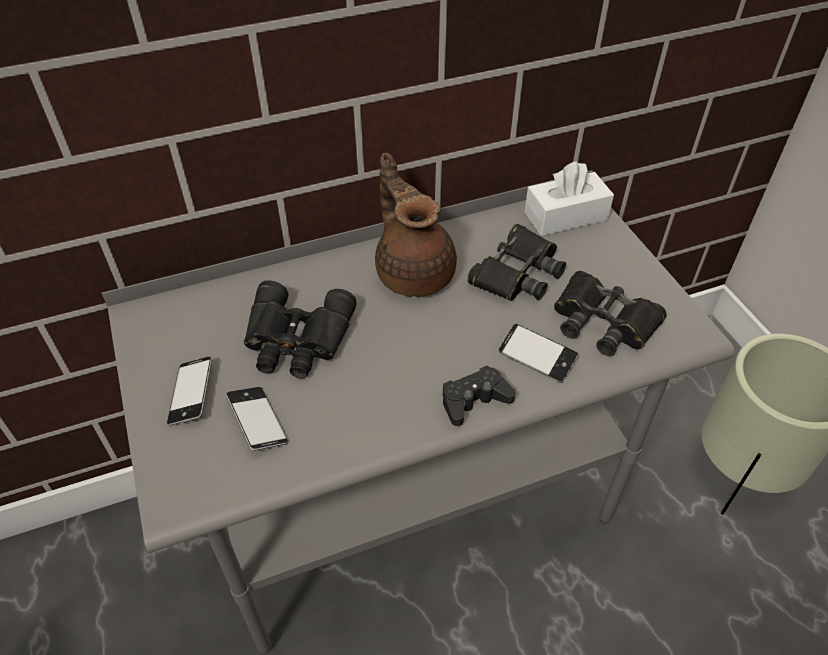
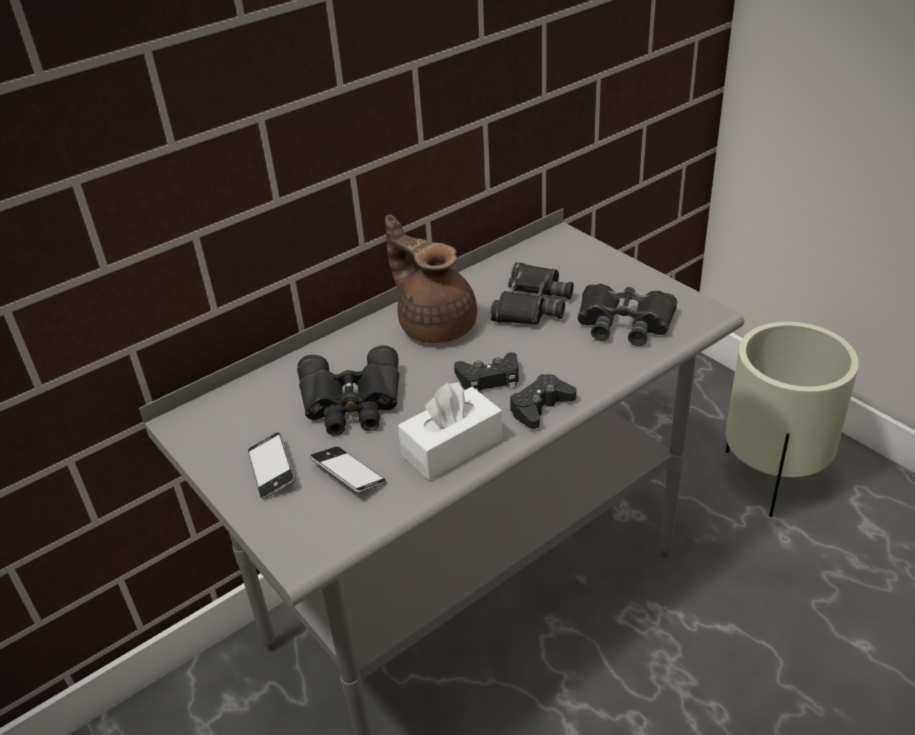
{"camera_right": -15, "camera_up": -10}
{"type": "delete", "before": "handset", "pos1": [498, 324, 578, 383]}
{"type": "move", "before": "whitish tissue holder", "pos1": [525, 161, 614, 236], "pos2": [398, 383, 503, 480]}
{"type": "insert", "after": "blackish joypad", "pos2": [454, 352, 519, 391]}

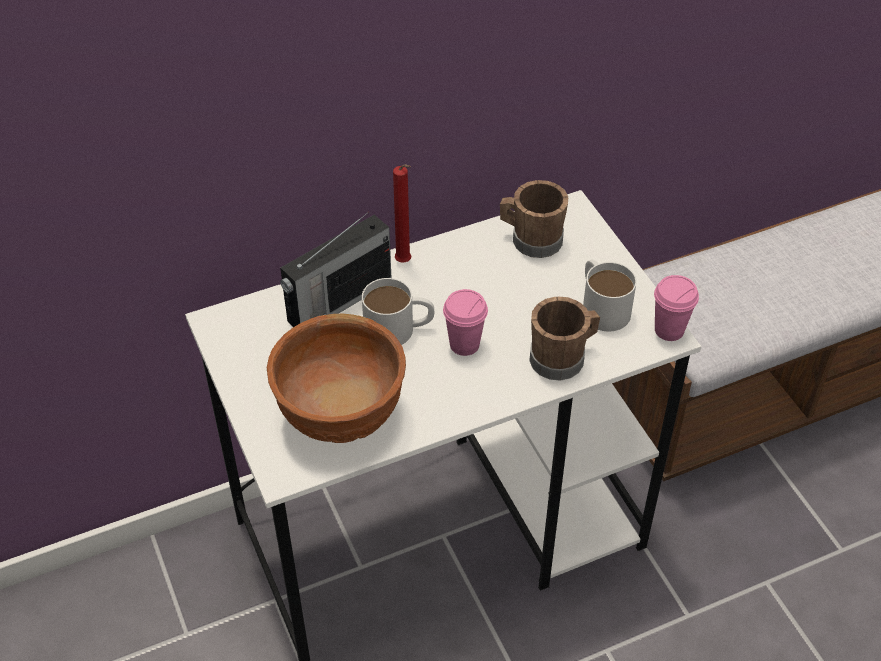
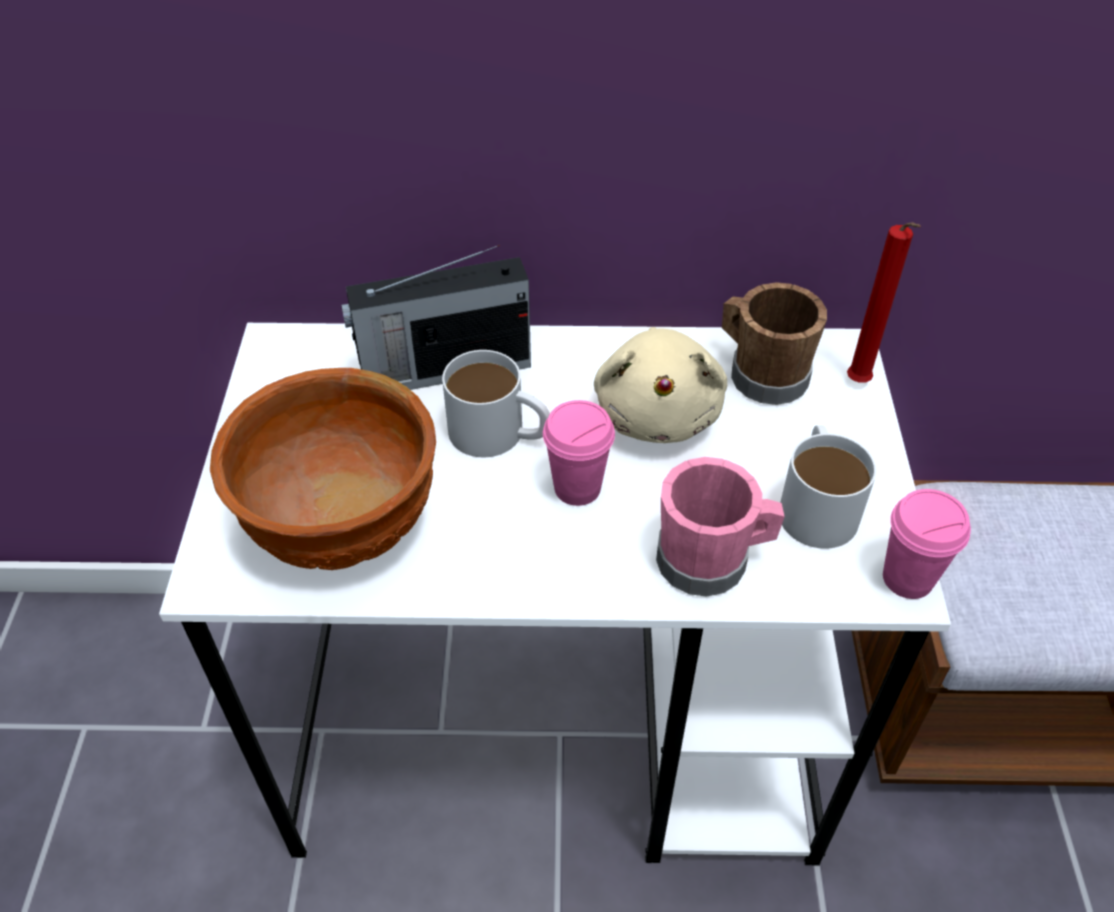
{"camera_right": 25, "camera_up": 0}
{"type": "move", "before": "red-coloured candle", "pos1": [393, 164, 411, 263], "pos2": [847, 222, 921, 383]}
{"type": "recolor", "before": "brown coffee mug", "after": "pinkish coffee mug", "pos1": [529, 296, 600, 381], "pos2": [656, 457, 785, 597]}
{"type": "insert", "after": "sand-coloured cuddly toy", "pos2": [594, 327, 727, 443]}

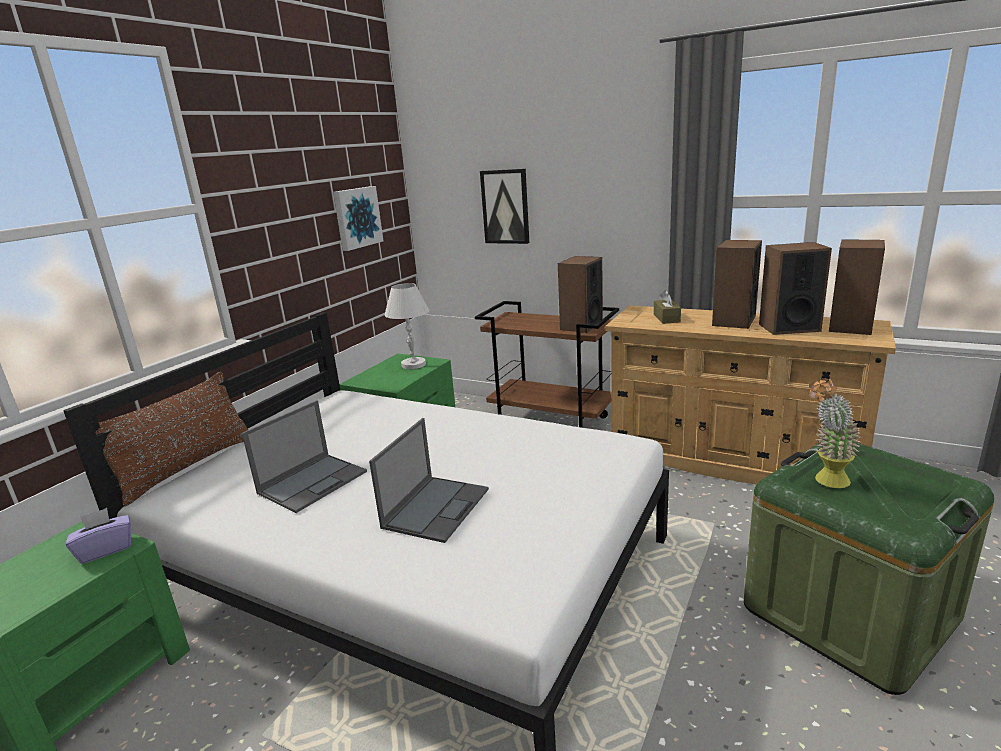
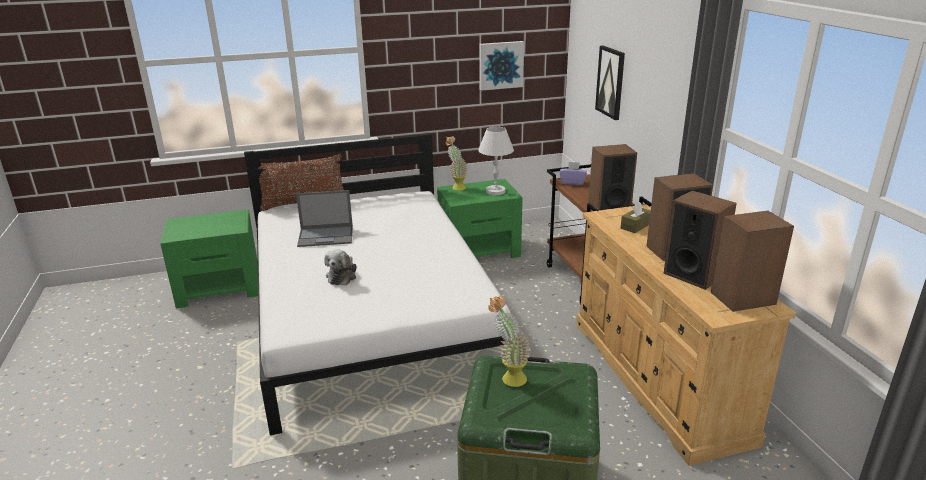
{"camera_right": 45, "camera_up": 5}
{"type": "move", "before": "purplish tissue holder", "pos1": [66, 508, 131, 564], "pos2": [559, 162, 587, 185]}
{"type": "replace", "before": "portable computer", "after": "cuddly toy", "pos1": [369, 418, 489, 543], "pos2": [324, 249, 356, 285]}
{"type": "insert", "after": "houseplant", "pos2": [446, 136, 468, 190]}

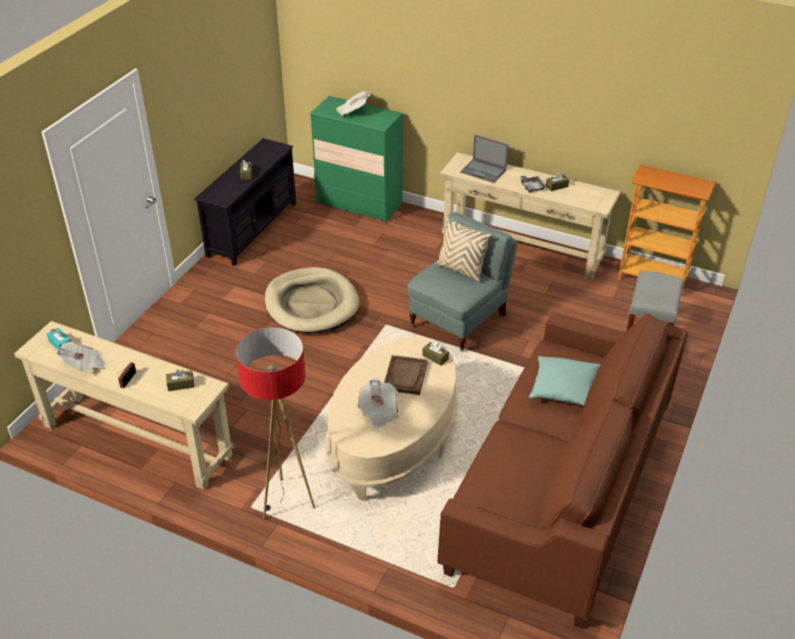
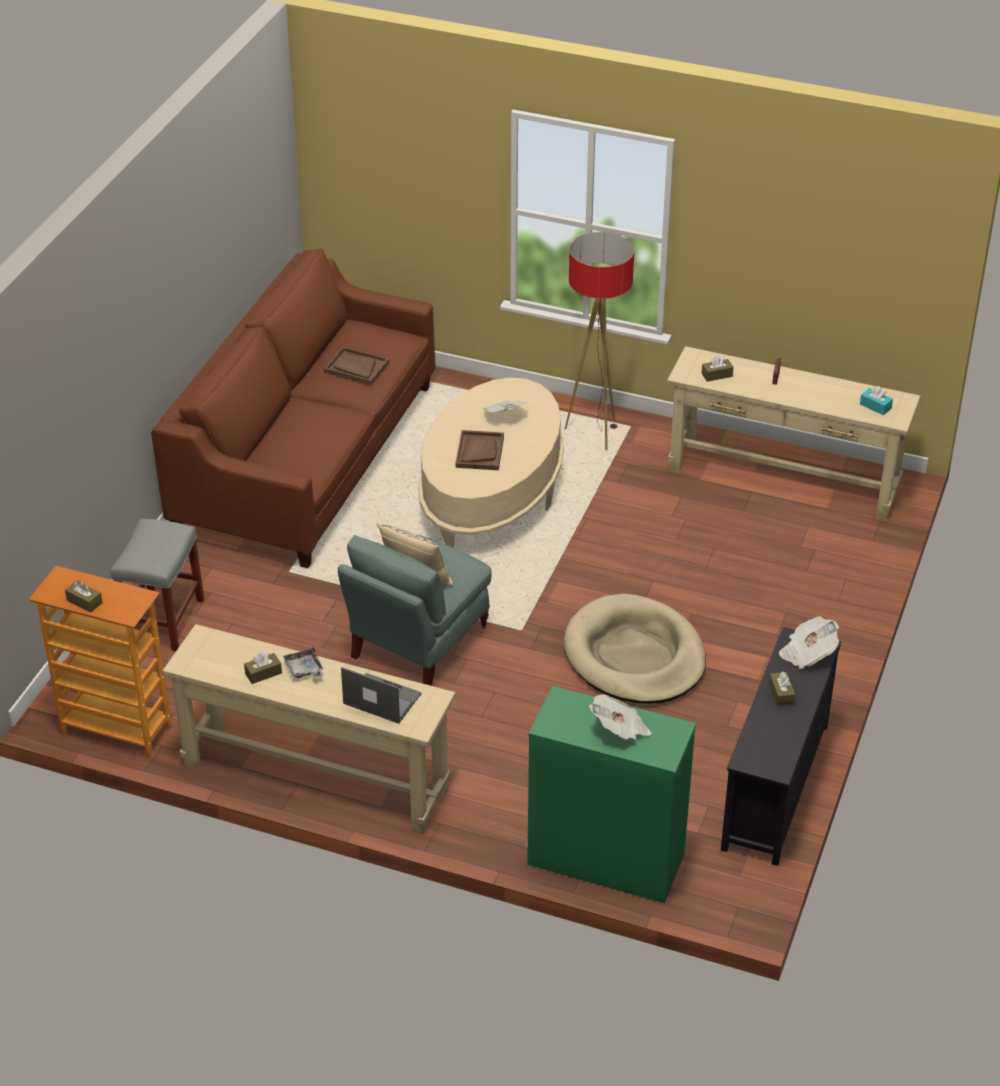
{"camera_right": 175, "camera_up": 0}
{"type": "move", "before": "daily paper", "pos1": [55, 341, 107, 371], "pos2": [779, 616, 839, 669]}
{"type": "move", "before": "brown tissue holder", "pos1": [422, 342, 449, 366], "pos2": [65, 581, 102, 613]}
{"type": "delete", "before": "blue-green pillow", "pos1": [529, 356, 601, 406]}
{"type": "insert", "after": "brown serving tray", "pos2": [324, 347, 389, 385]}

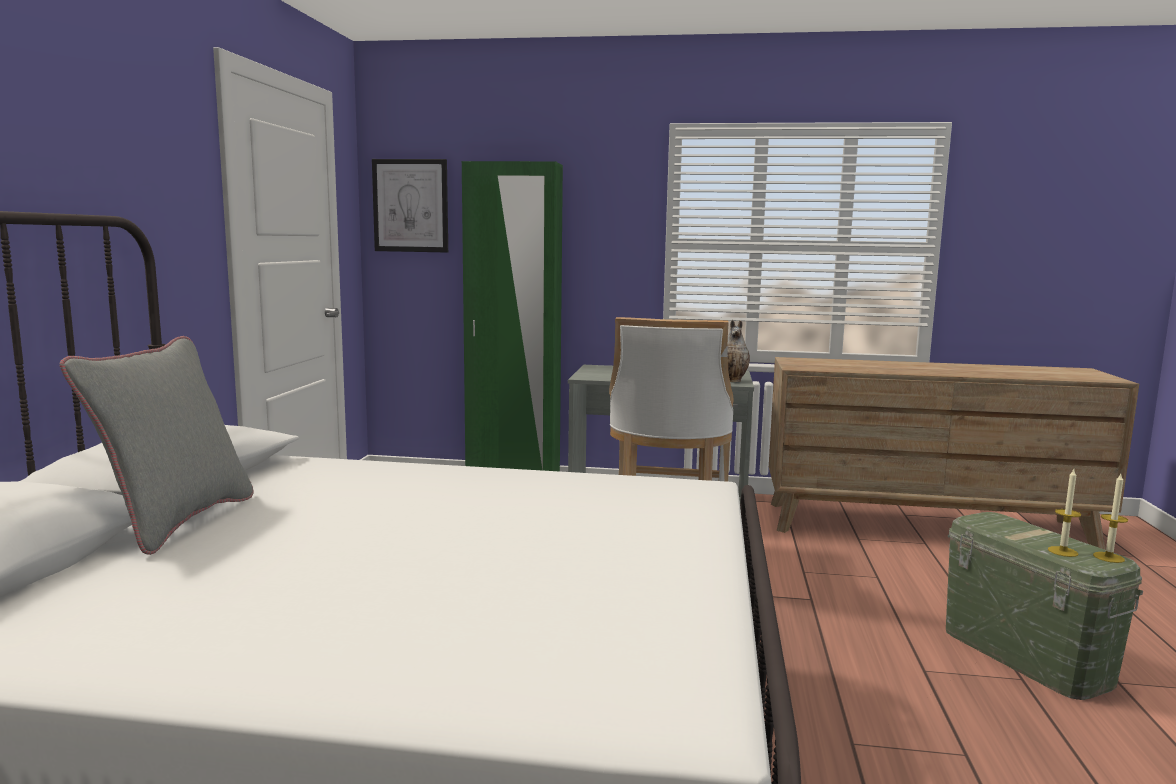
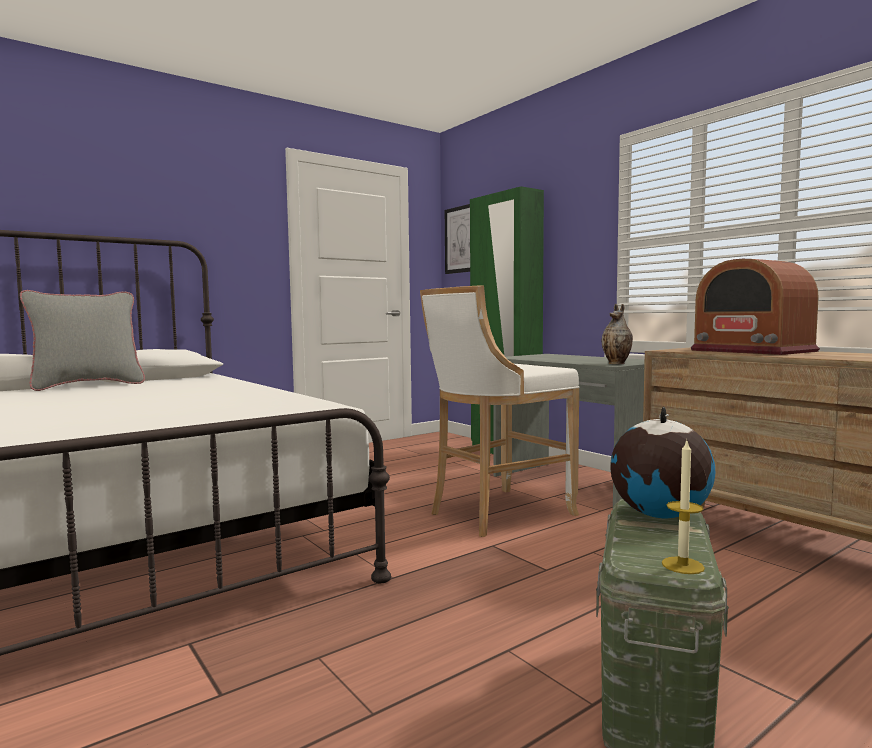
{"camera_right": 45, "camera_up": -5}
{"type": "delete", "before": "candle", "pos1": [1048, 469, 1081, 557]}
{"type": "insert", "after": "world globe", "pos2": [610, 407, 715, 519]}
{"type": "insert", "after": "radio set", "pos2": [691, 259, 820, 355]}

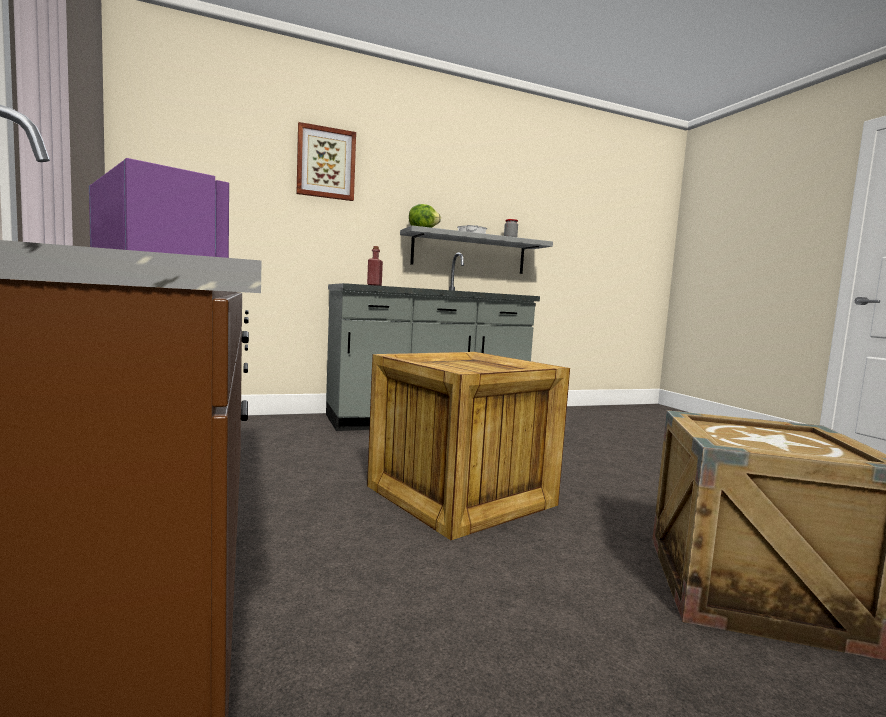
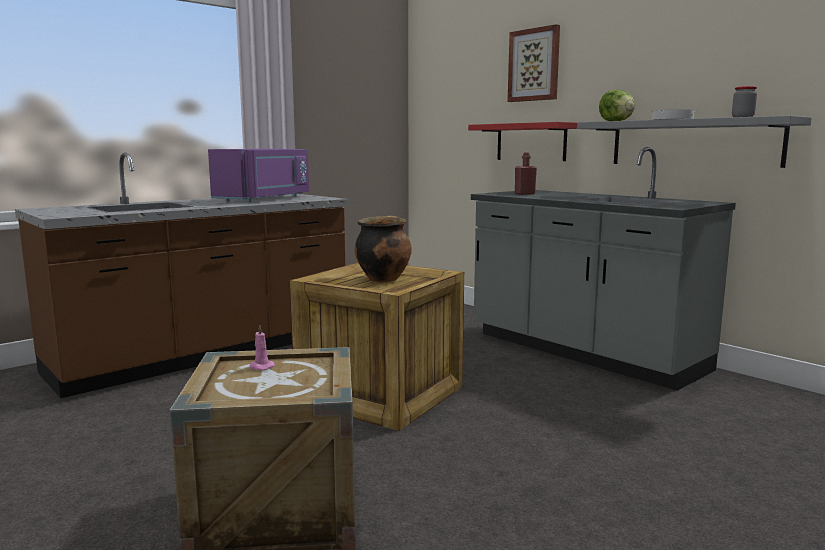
{"camera_right": 70, "camera_up": 5}
{"type": "insert", "after": "pinkish candle", "pos2": [249, 324, 275, 370]}
{"type": "insert", "after": "cooking pot", "pos2": [355, 216, 412, 282]}
{"type": "insert", "after": "red-coloured wall shelf", "pos2": [468, 122, 577, 161]}

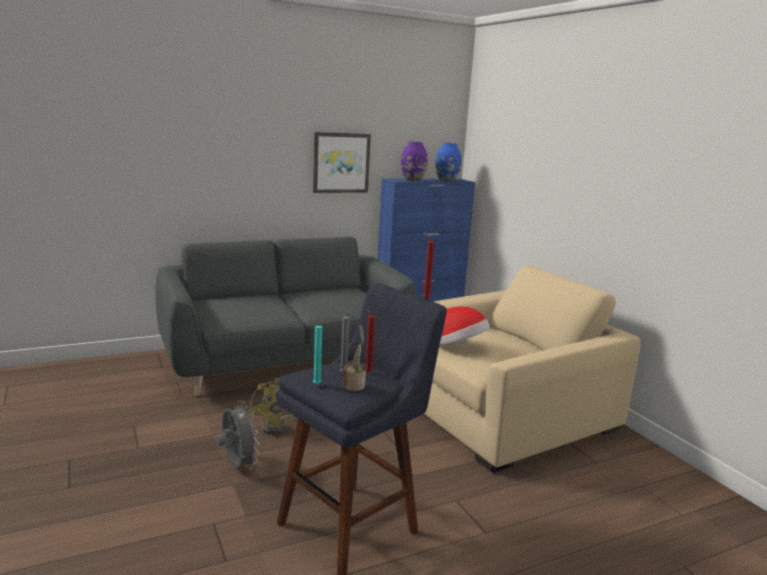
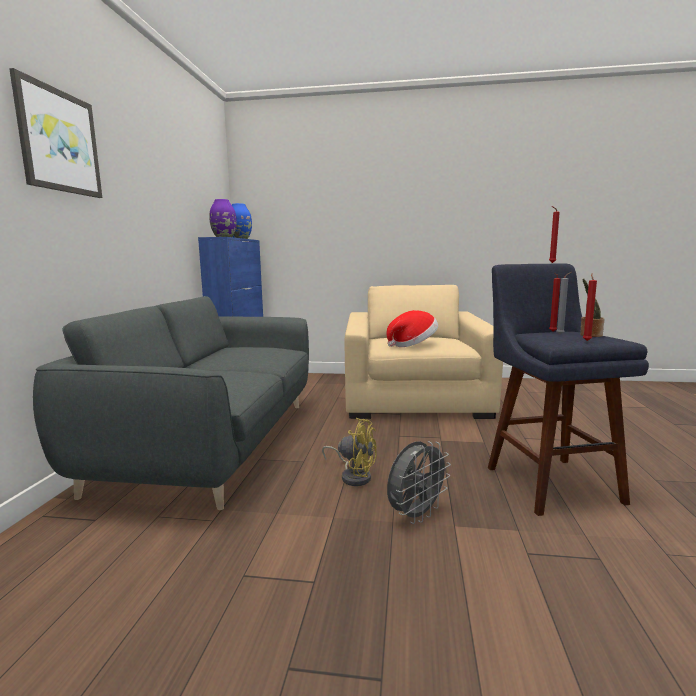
{"camera_right": -55, "camera_up": -5}
{"type": "rotate", "before": "greyish cooling fan", "pos1": [217, 400, 260, 469], "pos2": [387, 441, 451, 524], "turn": 135}
{"type": "move", "before": "picture", "pos1": [313, 132, 371, 193], "pos2": [9, 68, 102, 198]}
{"type": "recolor", "before": "blue-green candle", "after": "red-coloured candle", "pos1": [313, 319, 326, 385], "pos2": [583, 273, 597, 341]}

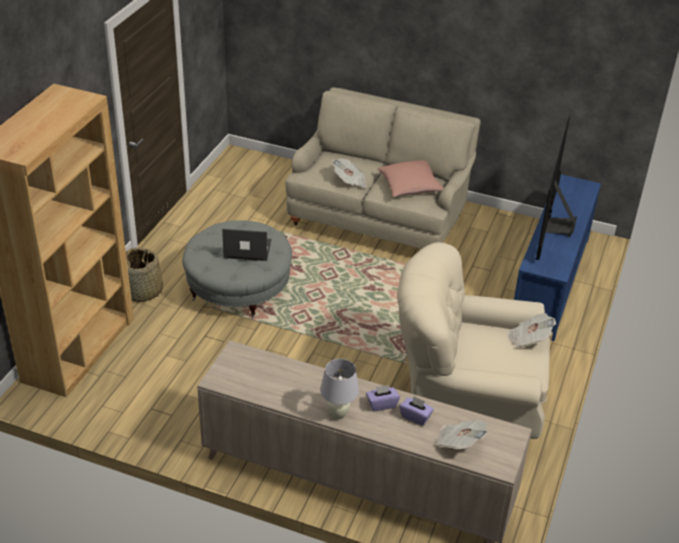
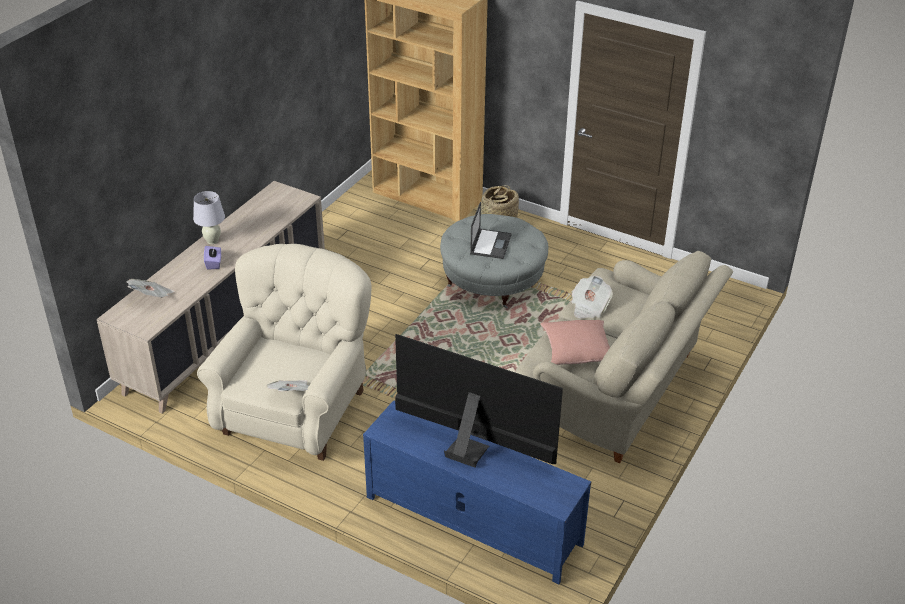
{"camera_right": 100, "camera_up": 0}
{"type": "delete", "before": "purplish tissue holder", "pos1": [400, 396, 434, 426]}

